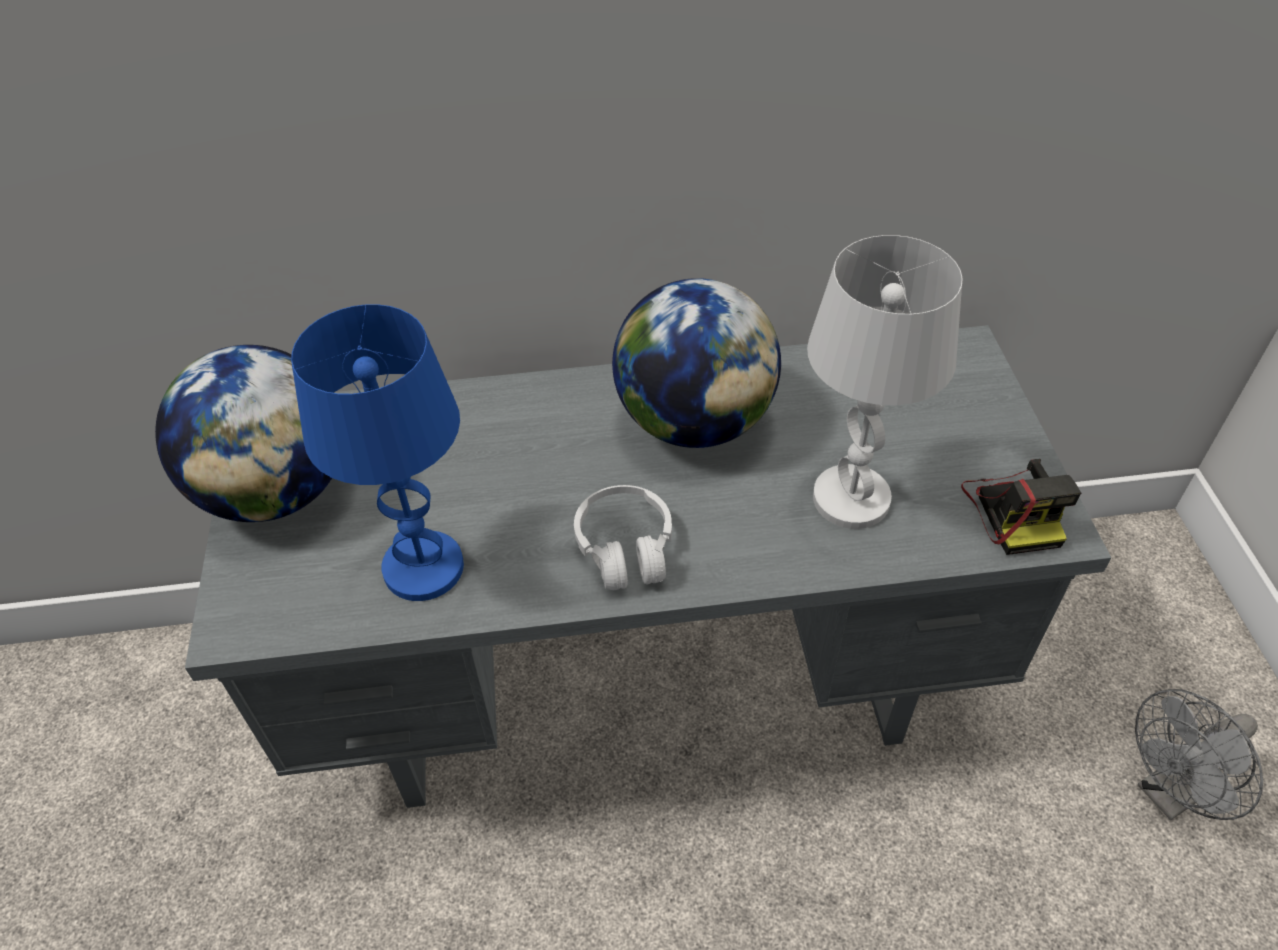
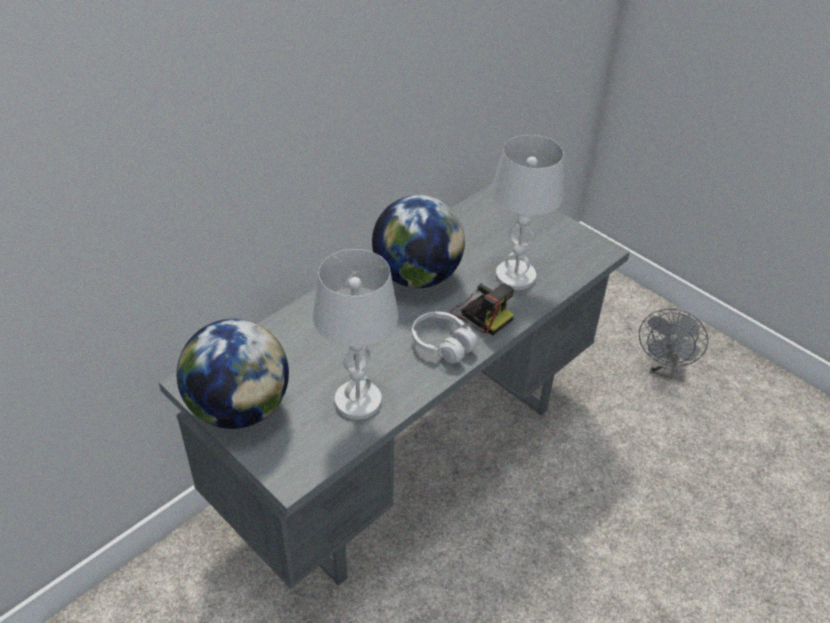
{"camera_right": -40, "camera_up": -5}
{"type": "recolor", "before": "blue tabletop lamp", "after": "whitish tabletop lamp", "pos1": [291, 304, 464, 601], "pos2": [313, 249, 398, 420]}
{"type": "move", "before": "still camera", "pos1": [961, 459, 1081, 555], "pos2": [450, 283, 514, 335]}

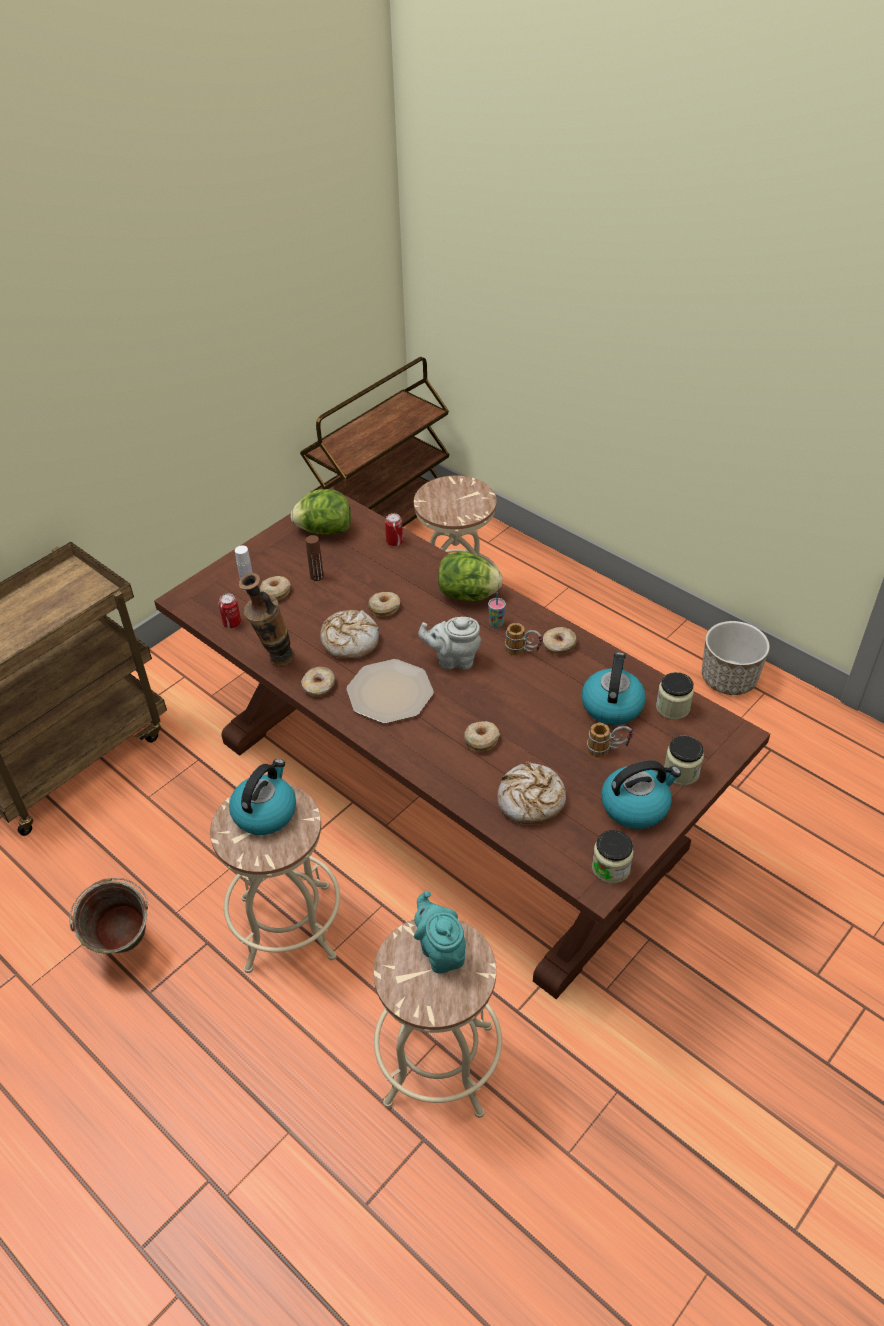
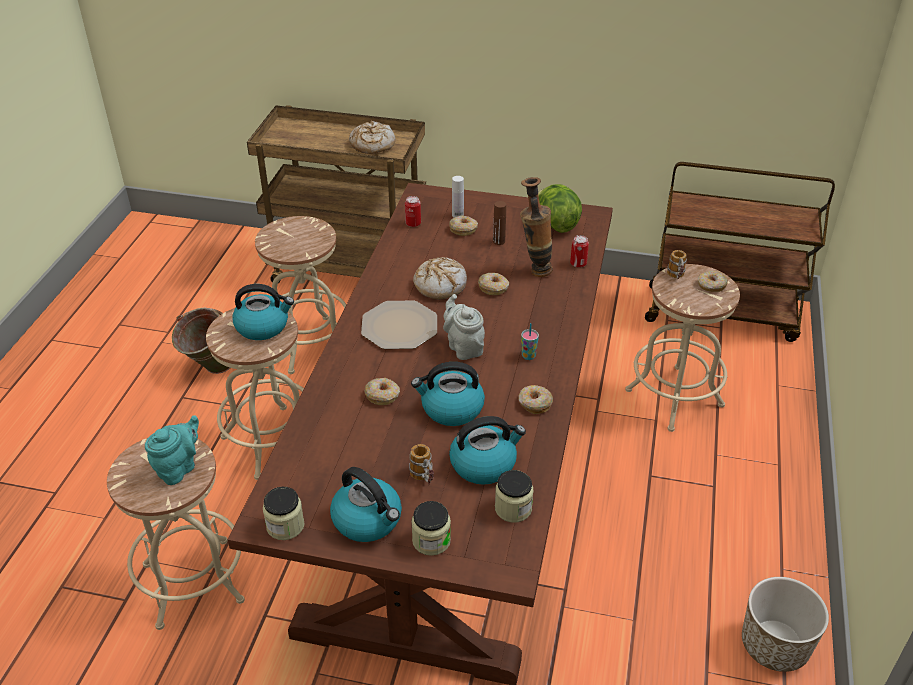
{"camera_right": 60, "camera_up": -5}
{"type": "move", "before": "vase", "pos1": [239, 573, 295, 667], "pos2": [520, 177, 553, 277]}
{"type": "move", "before": "doughnut", "pos1": [301, 667, 335, 696], "pos2": [698, 271, 728, 292]}
{"type": "delete", "before": "head of lettuce", "pos1": [438, 552, 503, 601]}
{"type": "move", "before": "baked bread", "pos1": [497, 761, 566, 824], "pos2": [349, 120, 396, 154]}
{"type": "move", "before": "coffee mug", "pos1": [505, 623, 543, 655], "pos2": [667, 250, 687, 279]}
{"type": "insert", "after": "sand-coloured stool seat", "pos2": [255, 216, 346, 374]}
{"type": "insert", "after": "water kettle", "pos2": [411, 362, 485, 426]}

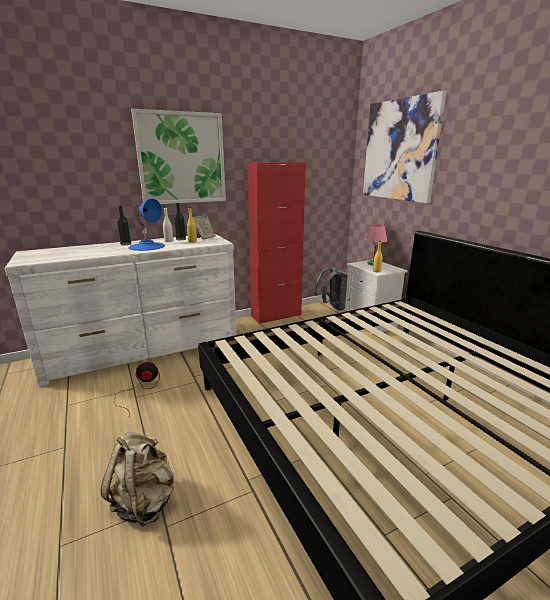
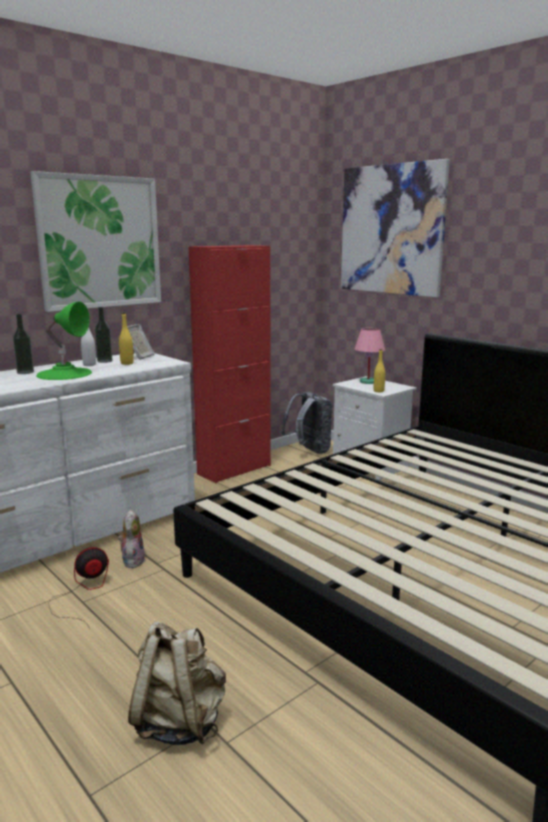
{"camera_right": -15, "camera_up": -5}
{"type": "recolor", "before": "blue tabletop lamp", "after": "green-coloured tabletop lamp", "pos1": [128, 199, 165, 251], "pos2": [36, 301, 92, 380]}
{"type": "insert", "after": "cuddly toy", "pos2": [118, 510, 145, 568]}

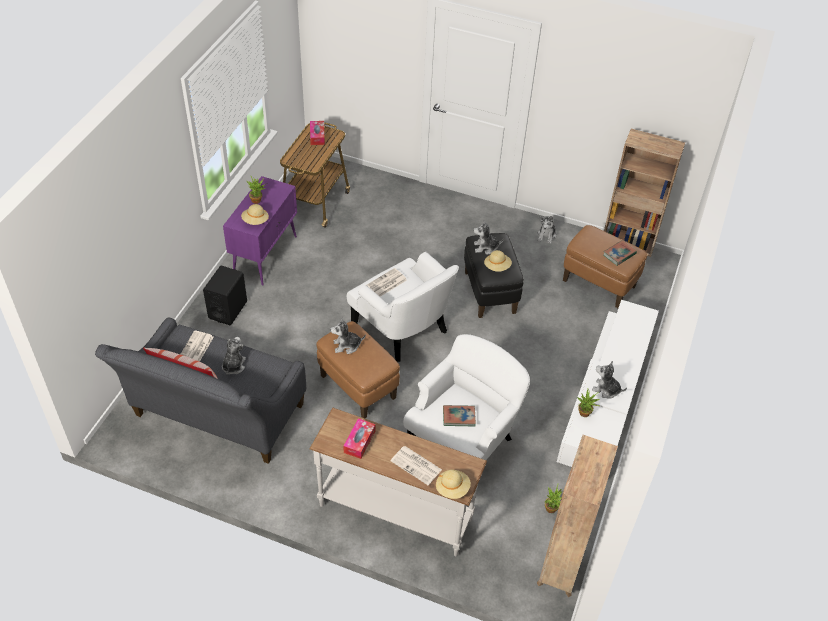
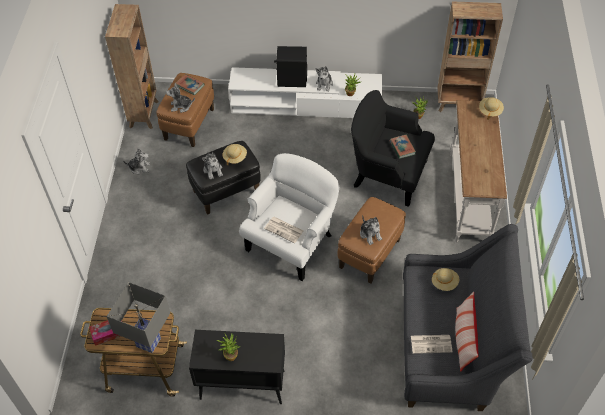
{"camera_right": -105, "camera_up": 5}
{"type": "move", "before": "blackish speaker", "pos1": [203, 266, 247, 325], "pos2": [274, 46, 307, 87]}
{"type": "move", "before": "cuddly toy", "pos1": [222, 337, 246, 374], "pos2": [166, 83, 195, 113]}
{"type": "recolor", "before": "purplish storage cabinet", "after": "blackish storage cabinet", "pos1": [223, 176, 297, 286], "pos2": [189, 330, 285, 404]}
{"type": "move", "before": "sand-coloured clothing hat", "pos1": [241, 204, 269, 225], "pos2": [432, 268, 460, 291]}
{"type": "delete", "before": "tissue holder", "pos1": [343, 418, 375, 459]}
{"type": "delete", "before": "daily paper", "pos1": [390, 446, 442, 485]}
{"type": "recolor", "before": "whitish lounge chair", "after": "blackish lounge chair", "pos1": [403, 334, 530, 460], "pos2": [351, 90, 435, 207]}
{"type": "insert", "after": "greyish tabletop lamp", "pos2": [106, 282, 170, 353]}

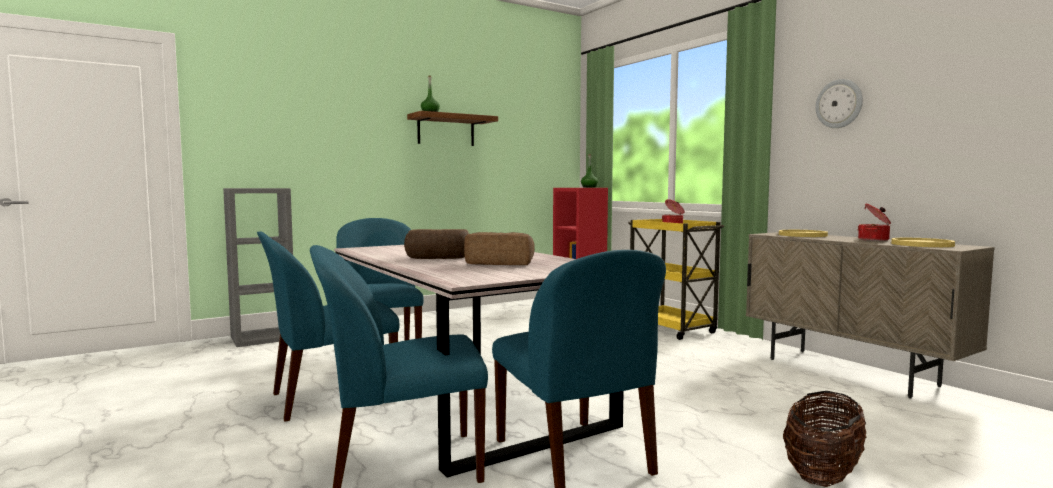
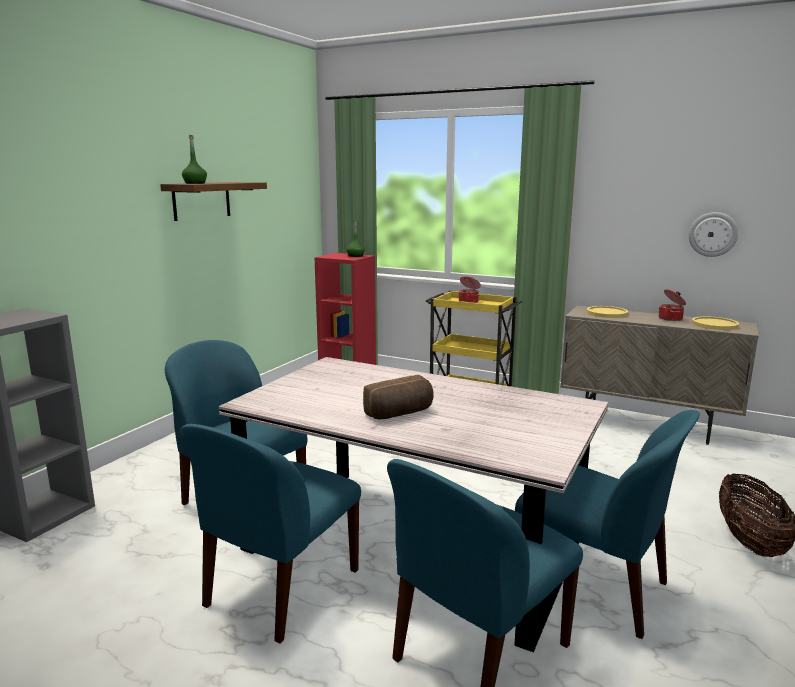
{"camera_right": -30, "camera_up": 10}
{"type": "delete", "before": "baked bread", "pos1": [464, 232, 535, 265]}
{"type": "move", "before": "clock on the wall", "pos1": [815, 79, 863, 128], "pos2": [689, 212, 738, 257]}

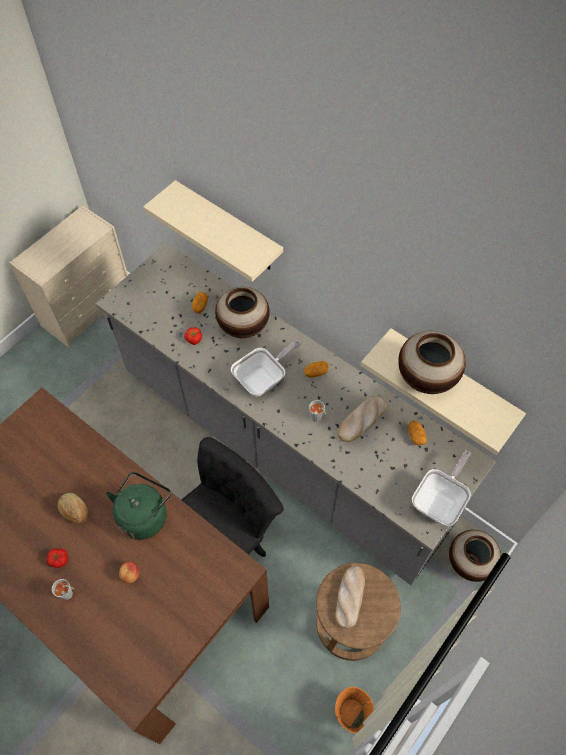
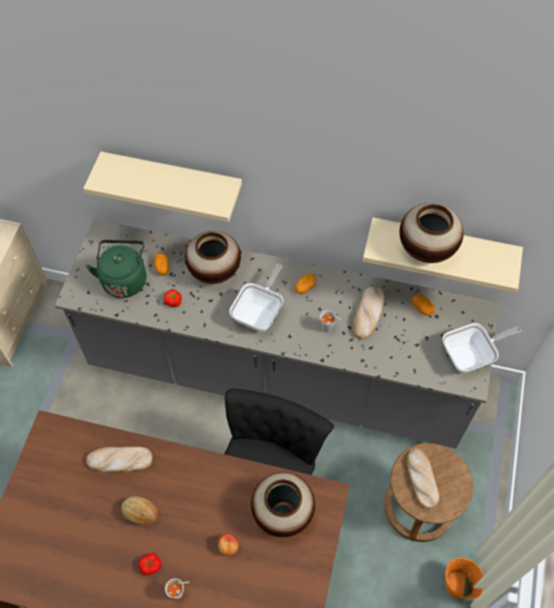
{"camera_right": -25, "camera_up": 0}
{"type": "move", "before": "green-coloured water kettle", "pos1": [106, 472, 171, 540], "pos2": [86, 240, 146, 298]}
{"type": "rotate", "before": "skillet", "pos1": [412, 450, 471, 526], "pos2": [443, 323, 522, 373], "turn": 60}
{"type": "move", "before": "vase", "pos1": [449, 530, 501, 582], "pos2": [251, 472, 315, 537]}
{"type": "insert", "after": "baked bread", "pos2": [86, 447, 152, 472]}

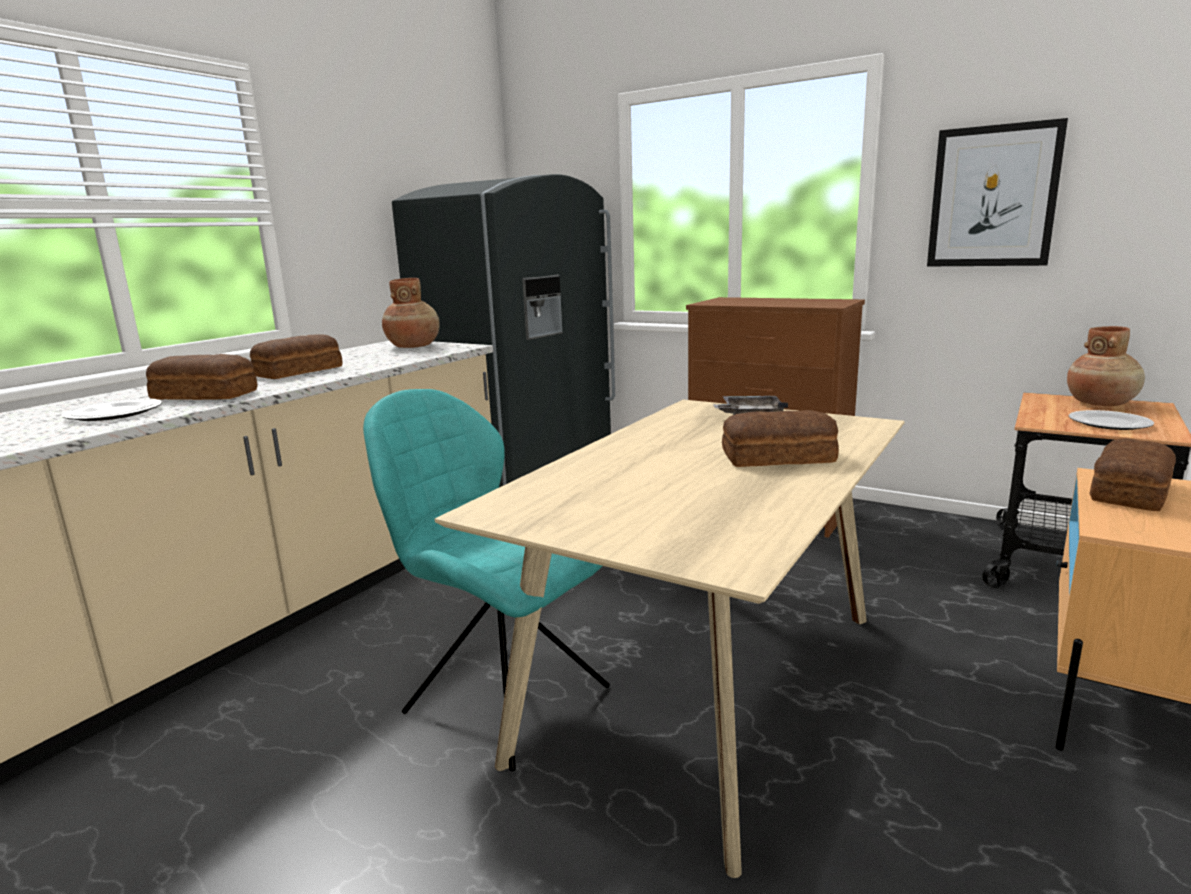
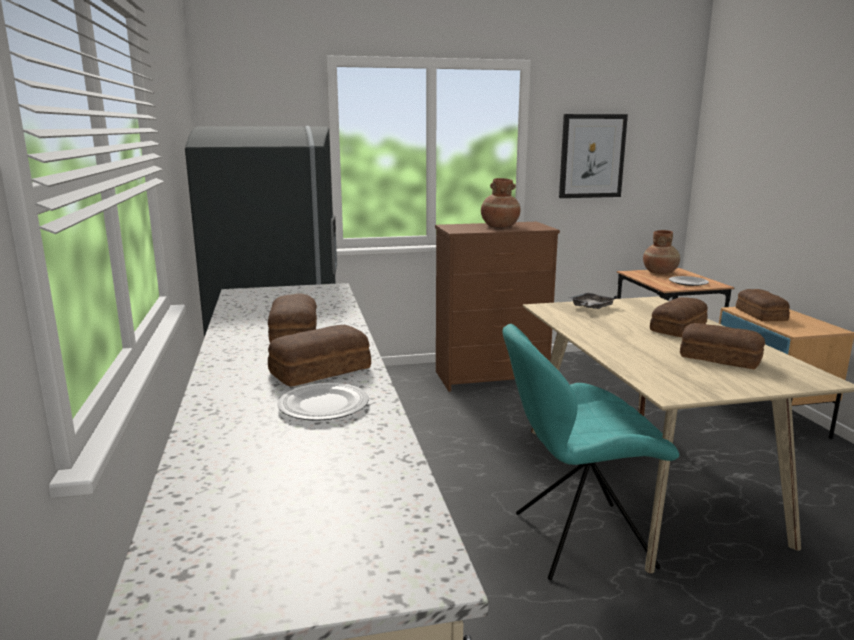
{"camera_right": -45, "camera_up": 0}
{"type": "move", "before": "brown vase", "pos1": [382, 278, 439, 348], "pos2": [481, 178, 521, 227]}
{"type": "insert", "after": "baked bread", "pos2": [680, 323, 765, 369]}

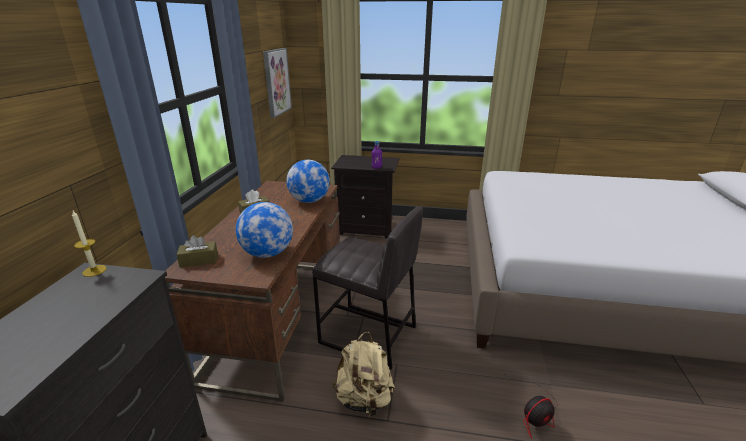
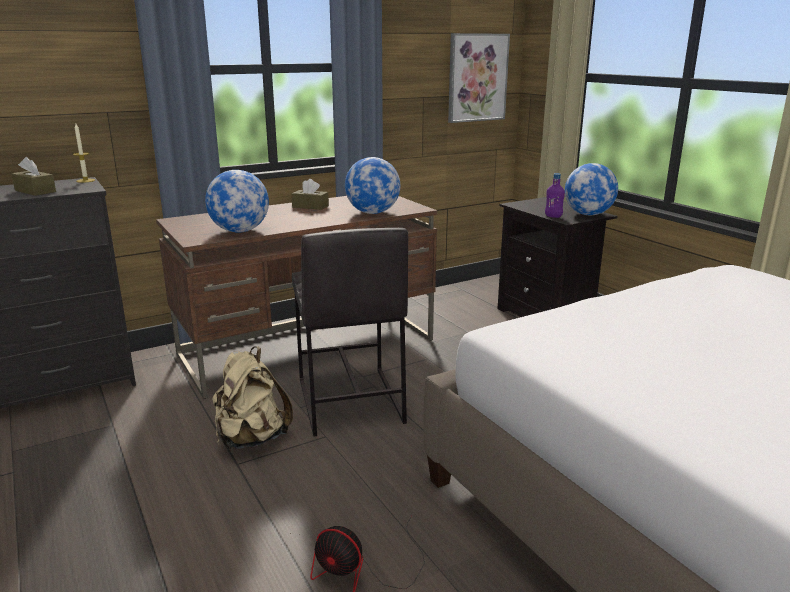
{"camera_right": 50, "camera_up": -5}
{"type": "move", "before": "brown tissue holder", "pos1": [177, 235, 218, 267], "pos2": [11, 157, 56, 196]}
{"type": "insert", "after": "world globe", "pos2": [565, 163, 618, 215]}

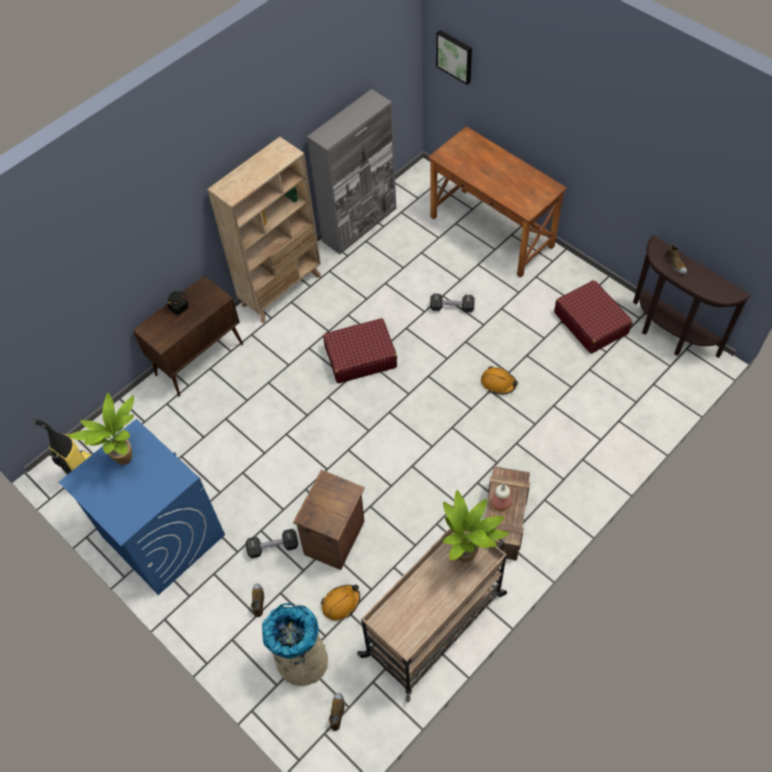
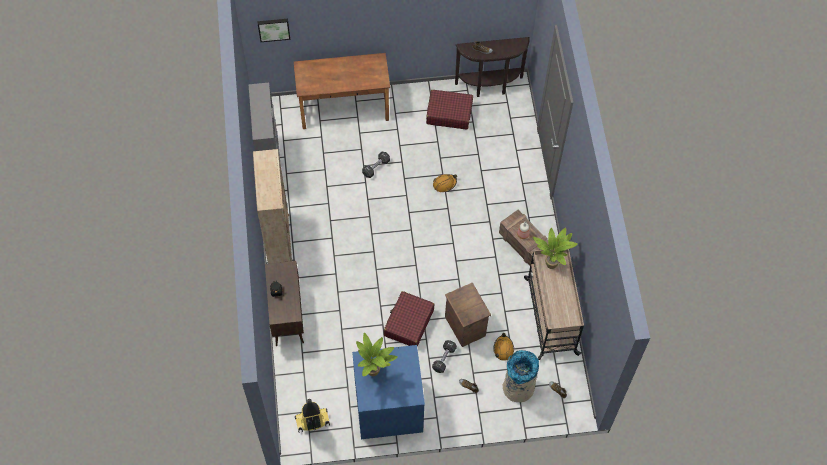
{"camera_right": -55, "camera_up": 5}
{"type": "move", "before": "red-coloured suitcase", "pos1": [323, 318, 397, 383], "pos2": [384, 291, 434, 346]}

